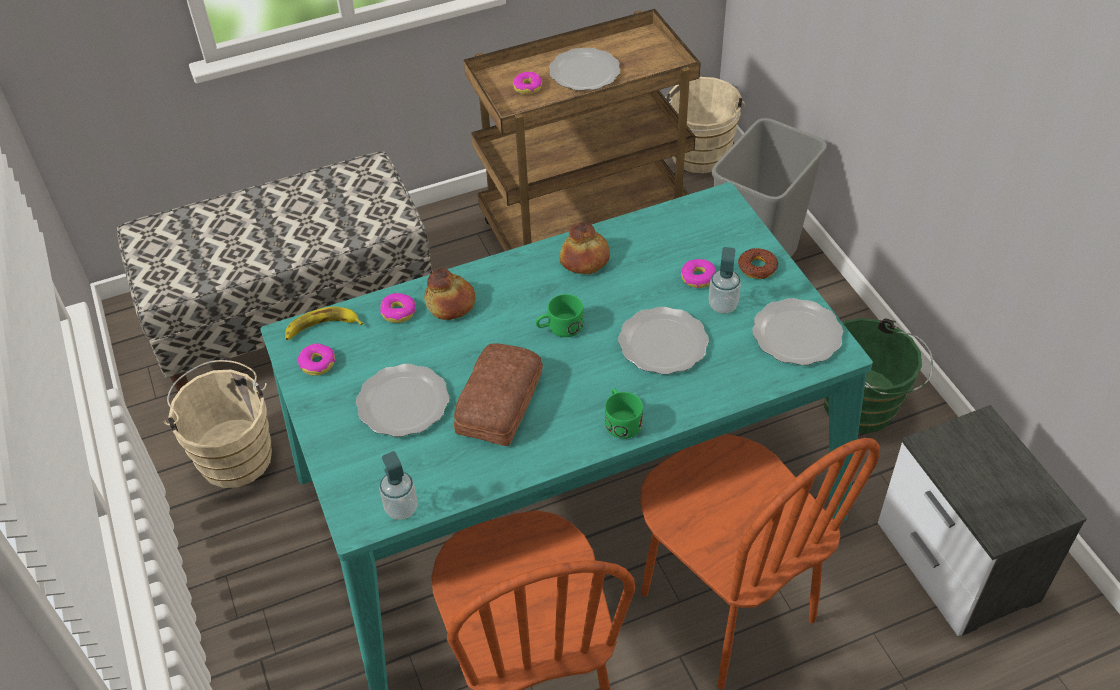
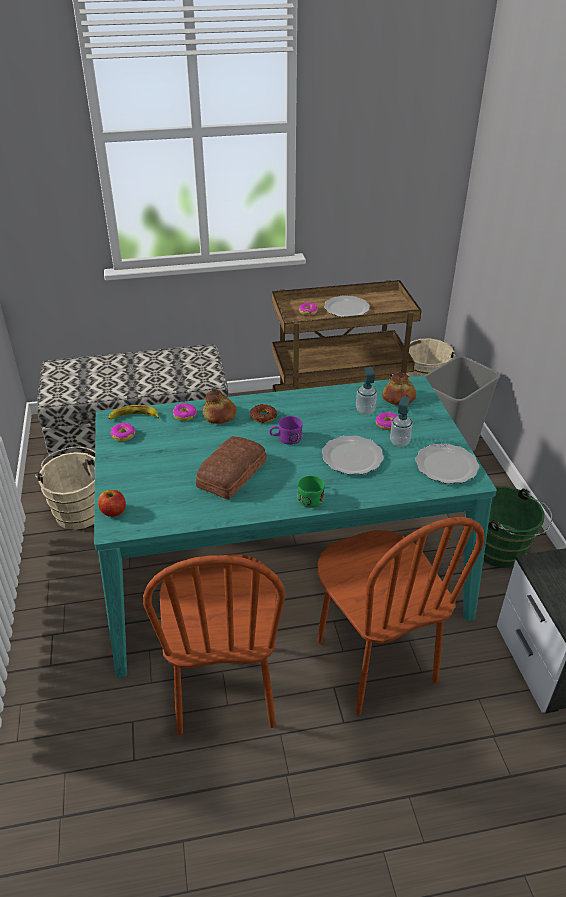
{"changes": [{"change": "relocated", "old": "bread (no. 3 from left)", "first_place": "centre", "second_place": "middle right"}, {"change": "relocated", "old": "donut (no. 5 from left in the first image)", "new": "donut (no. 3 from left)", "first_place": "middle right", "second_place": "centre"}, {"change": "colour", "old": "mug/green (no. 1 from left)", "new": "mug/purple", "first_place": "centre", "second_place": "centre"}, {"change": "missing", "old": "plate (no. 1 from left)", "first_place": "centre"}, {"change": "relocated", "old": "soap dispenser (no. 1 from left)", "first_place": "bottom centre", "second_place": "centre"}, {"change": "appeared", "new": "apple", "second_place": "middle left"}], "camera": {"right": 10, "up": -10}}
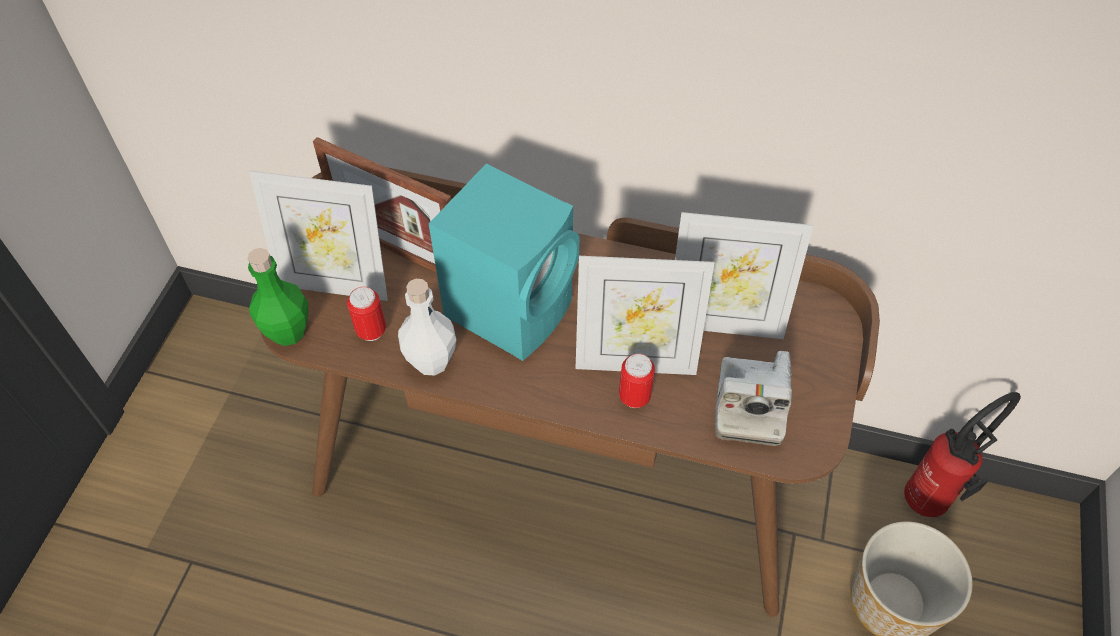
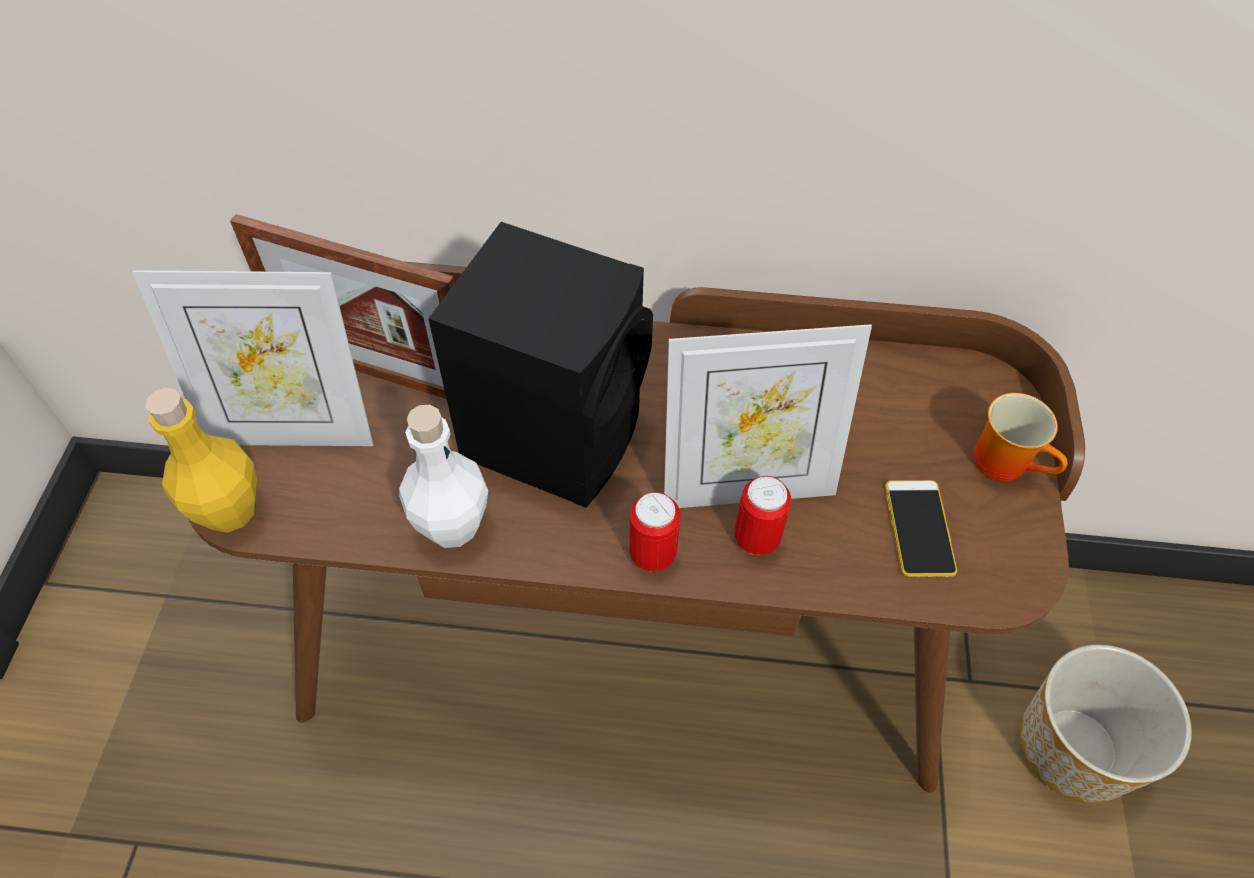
{"changes": [{"change": "colour", "old": "speaker/turquoise", "new": "speaker/black", "first_place": "centre", "second_place": "centre"}, {"change": "missing", "old": "picture frame (no. 4 from left)", "first_place": "centre"}, {"change": "colour", "old": "bottle/green", "new": "bottle/yellow", "first_place": "middle left", "second_place": "middle left"}, {"change": "relocated", "old": "can (no. 1 from left)", "first_place": "middle left", "second_place": "centre"}, {"change": "exchanged", "old": "photo camera", "new": "phone", "first_place": "middle right", "second_place": "middle right"}, {"change": "missing", "old": "fire extinguisher", "first_place": "bottom right"}, {"change": "appeared", "new": "mug", "second_place": "middle right"}], "camera": {"right": -10, "up": 0}}
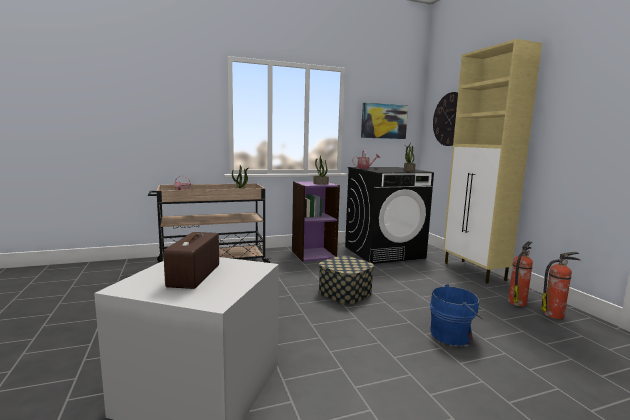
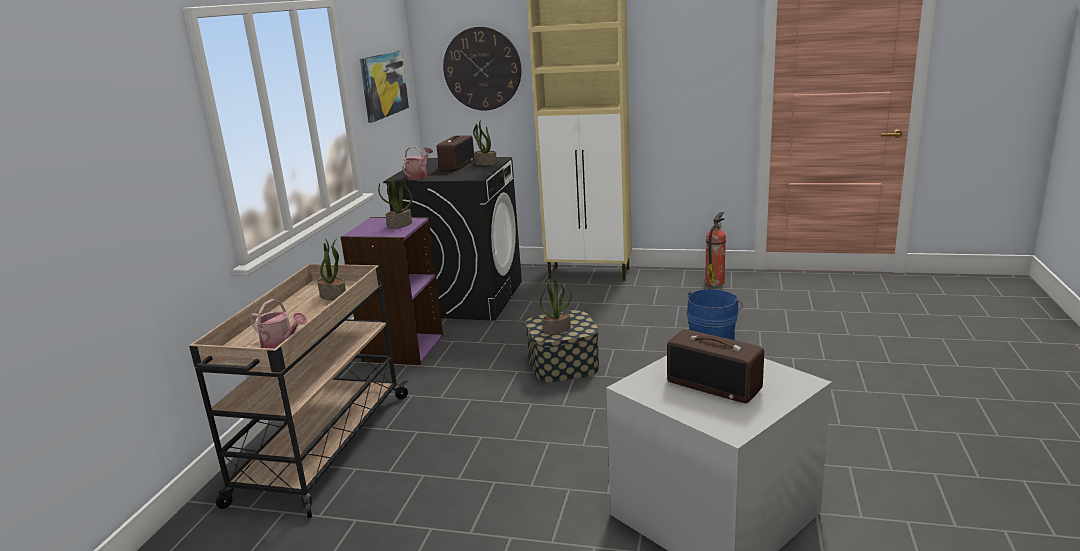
{"changes": [{"change": "missing", "old": "fire extinguisher (no. 1 from left)", "first_place": "middle right"}, {"change": "appeared", "new": "radio (no. 1 from left)", "second_place": "top centre"}, {"change": "appeared", "new": "potted plant (no. 4 from left)", "second_place": "centre"}], "camera": {"right": -55, "up": 10}}
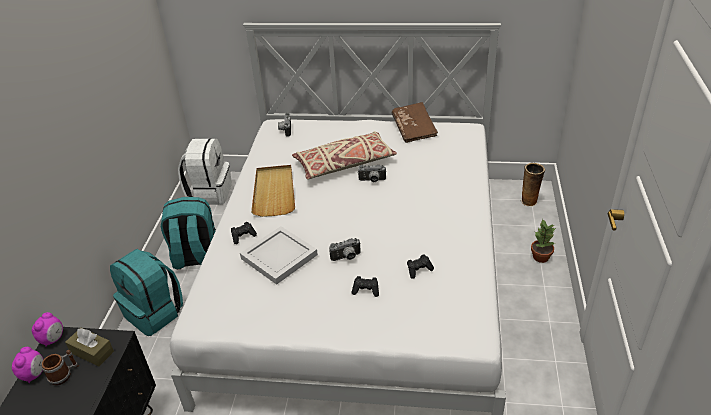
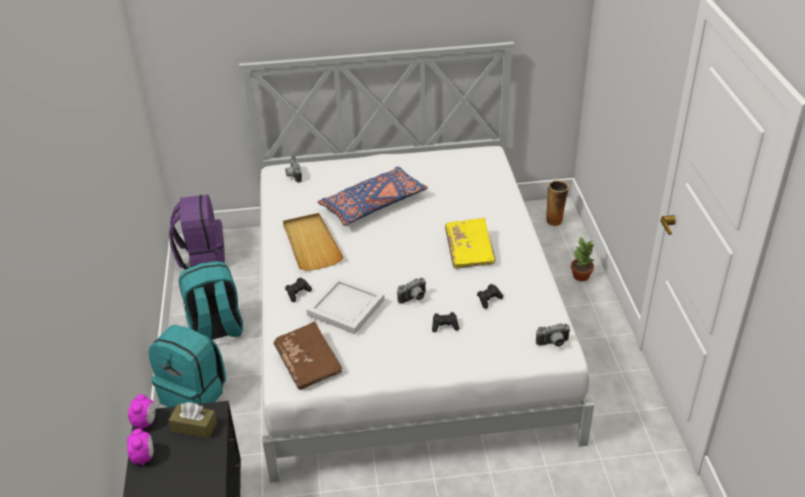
{"changes": [{"change": "relocated", "old": "book/brown", "first_place": "top centre", "second_place": "bottom centre"}, {"change": "colour", "old": "pillow/beige", "new": "pillow/blue", "first_place": "centre", "second_place": "centre"}, {"change": "colour", "old": "backpack/white", "new": "backpack/purple", "first_place": "middle left", "second_place": "middle left"}, {"change": "relocated", "old": "photo camera (no. 3 from left)", "first_place": "centre", "second_place": "bottom right"}, {"change": "missing", "old": "mug", "first_place": "bottom left"}, {"change": "appeared", "new": "book/yellow", "second_place": "centre"}], "camera": {"right": -15, "up": 0}}
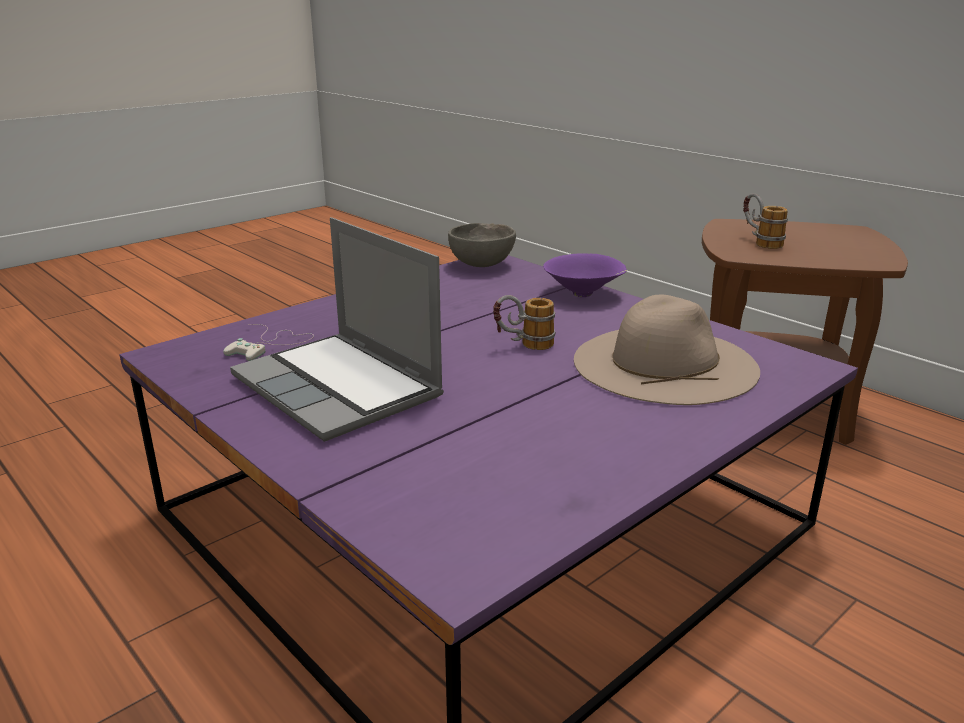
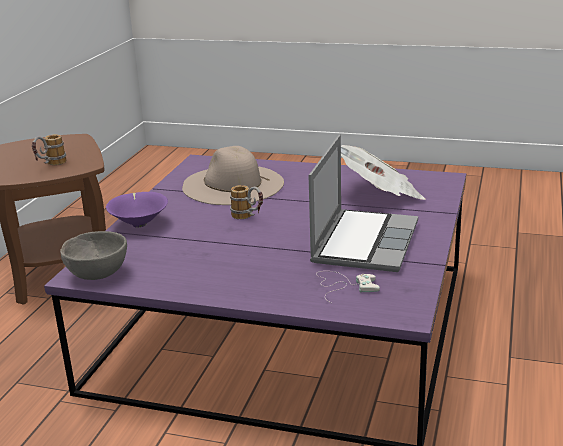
{"changes": [{"change": "appeared", "new": "newspaper", "second_place": "middle right"}], "camera": {"right": -120, "up": 0}}
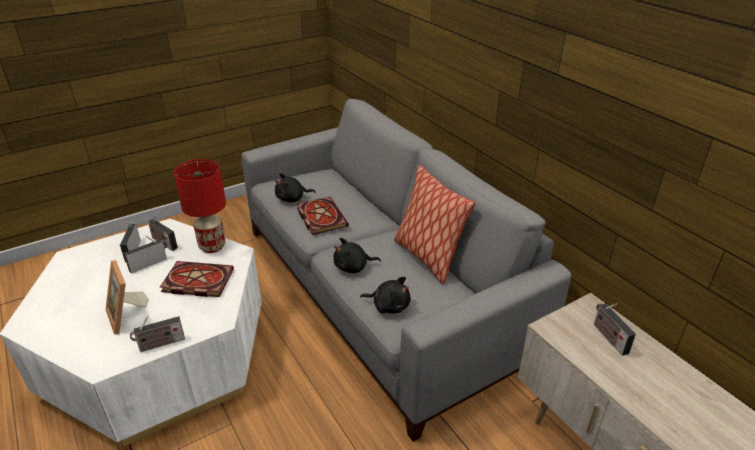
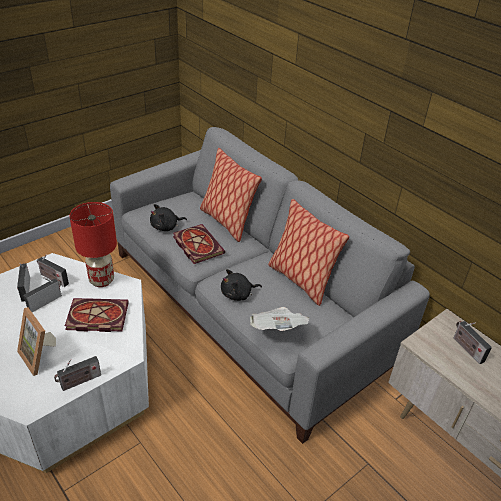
{"changes": [{"change": "exchanged", "old": "plush toy/black (no. 3 from left)", "new": "newspaper", "first_place": "centre", "second_place": "centre"}, {"change": "appeared", "new": "pillow (no. 1 from left)", "second_place": "centre"}], "camera": {"right": -10, "up": 5}}
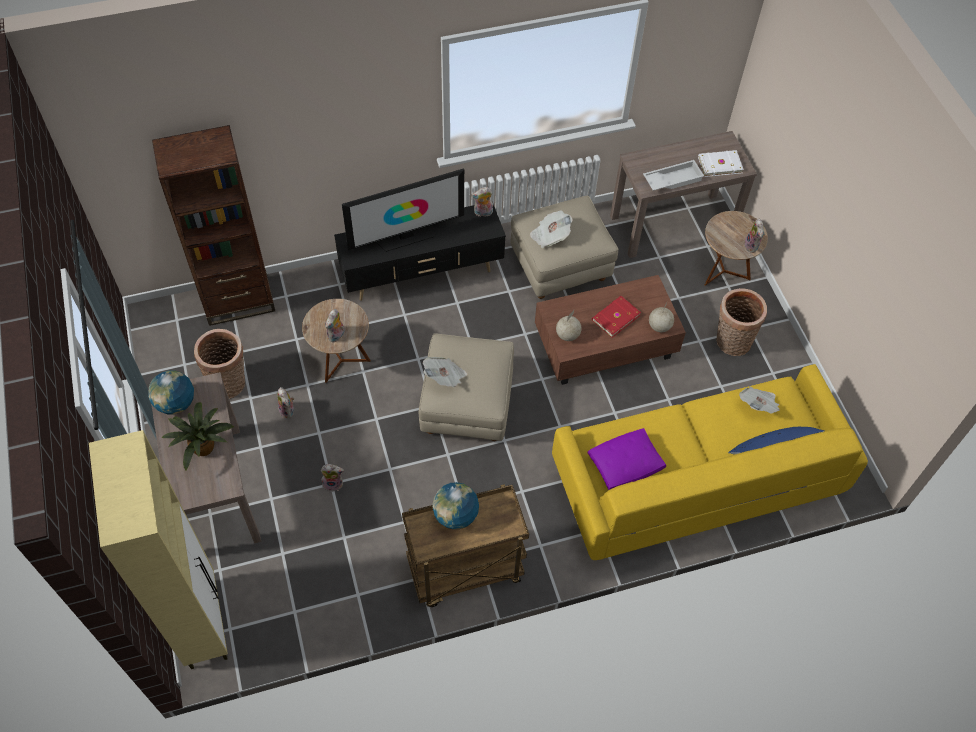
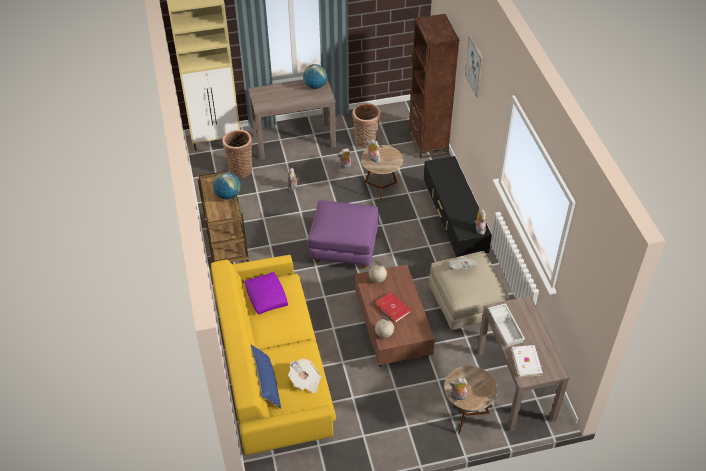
{"changes": [{"change": "missing", "old": "television", "first_place": "top centre"}, {"change": "relocated", "old": "basket (no. 2 from left in the first image)", "new": "basket (no. 1 from left)", "first_place": "middle right", "second_place": "top centre"}, {"change": "colour", "old": "ottoman/beige (no. 1 from left)", "new": "ottoman/purple", "first_place": "centre", "second_place": "centre"}, {"change": "missing", "old": "newspaper (no. 1 from left)", "first_place": "centre"}, {"change": "missing", "old": "potted plant", "first_place": "middle left"}, {"change": "appeared", "new": "picture", "second_place": "top right"}], "camera": {"right": 95, "up": -10}}
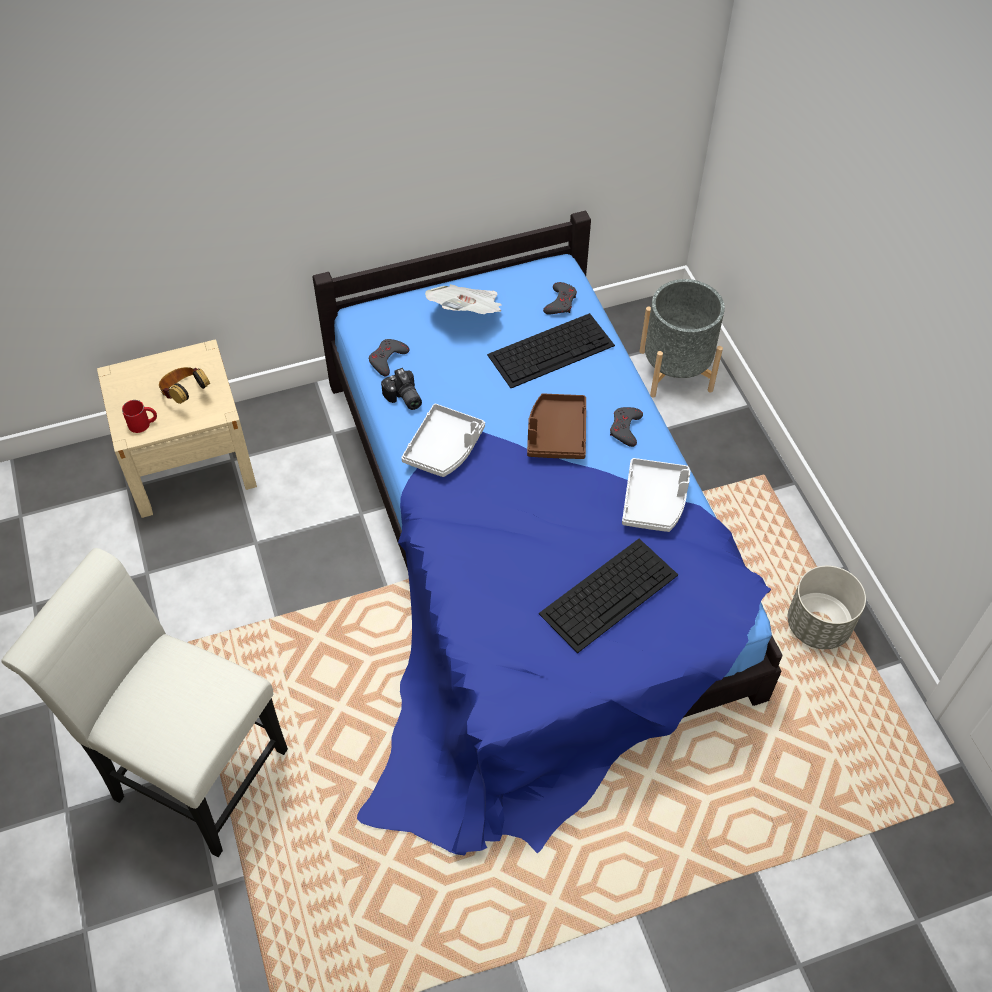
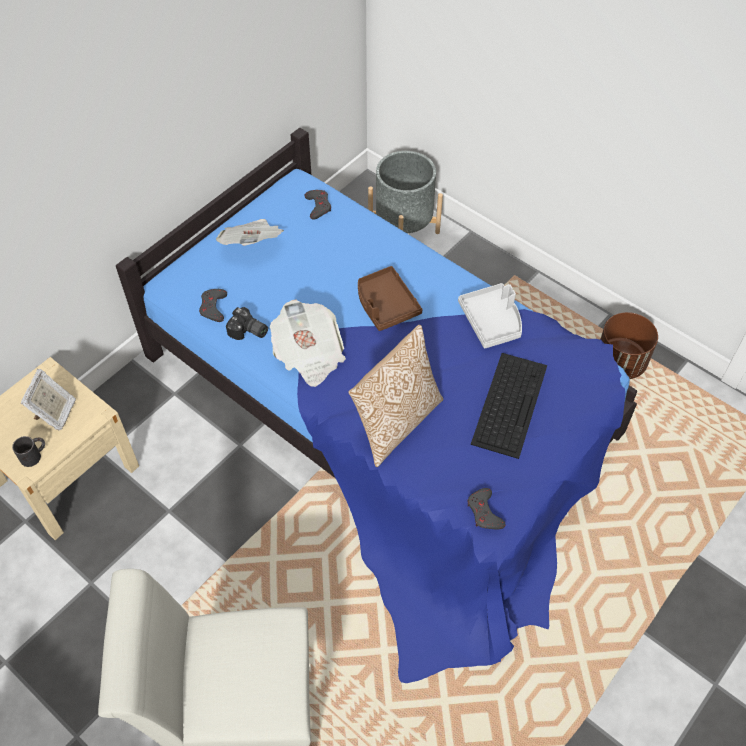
{"changes": [{"change": "missing", "old": "keyboard (no. 1 from left)", "first_place": "centre"}, {"change": "exchanged", "old": "headphones", "new": "picture frame", "first_place": "middle left", "second_place": "middle left"}, {"change": "colour", "old": "mug/red", "new": "mug/black", "first_place": "middle left", "second_place": "middle left"}, {"change": "exchanged", "old": "tray/grey (no. 1 from left)", "new": "newspaper (no. 2 from left)", "first_place": "centre", "second_place": "centre"}, {"change": "relocated", "old": "game controller/grey (no. 3 from left)", "first_place": "centre", "second_place": "bottom centre"}, {"change": "colour", "old": "planter/grey (no. 2 from left)", "new": "planter/brown", "first_place": "middle right", "second_place": "middle right"}, {"change": "appeared", "new": "pillow", "second_place": "centre"}], "camera": {"right": -30, "up": 0}}
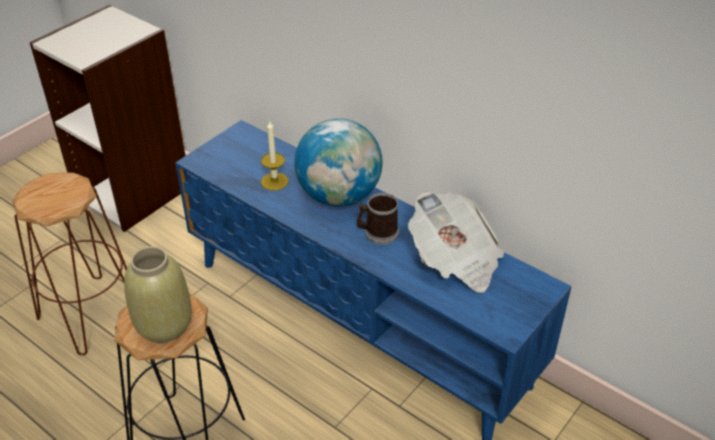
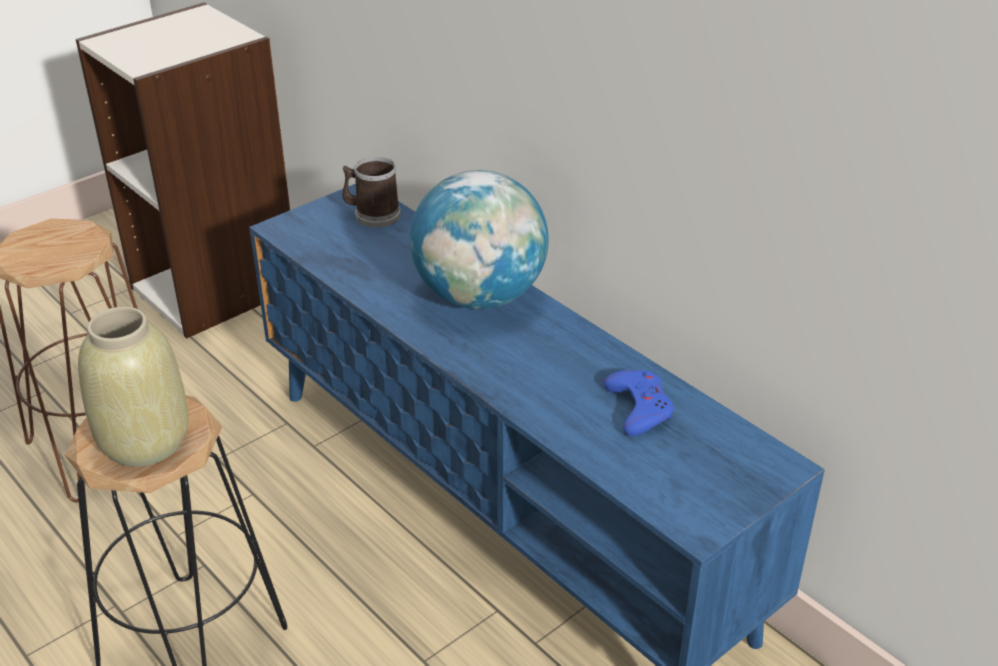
{"changes": [{"change": "missing", "old": "candle", "first_place": "centre"}, {"change": "exchanged", "old": "newspaper", "new": "game controller/blue", "first_place": "centre", "second_place": "centre"}, {"change": "relocated", "old": "mug", "first_place": "centre", "second_place": "top centre"}], "camera": {"right": 10, "up": -5}}
